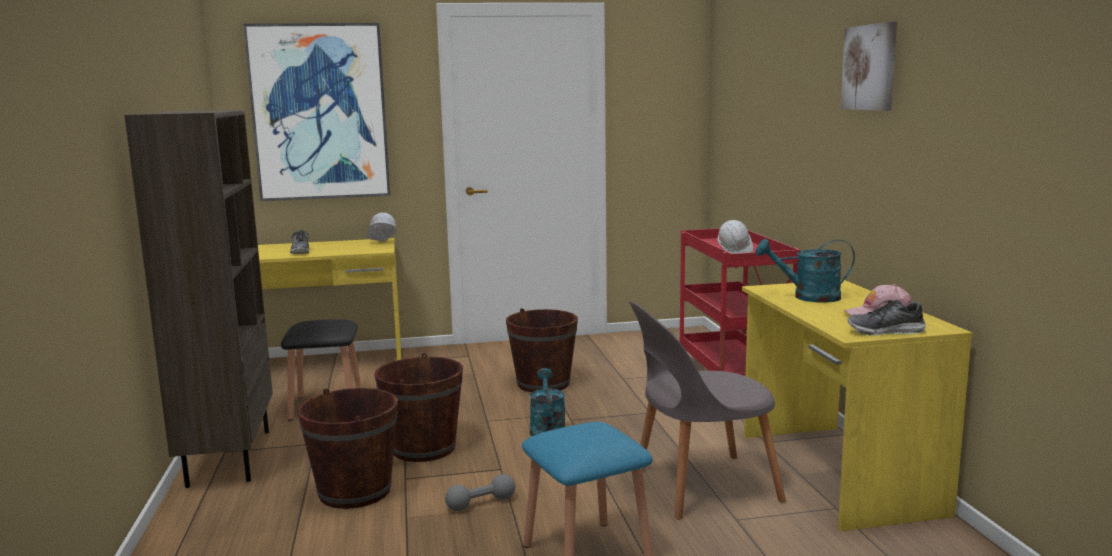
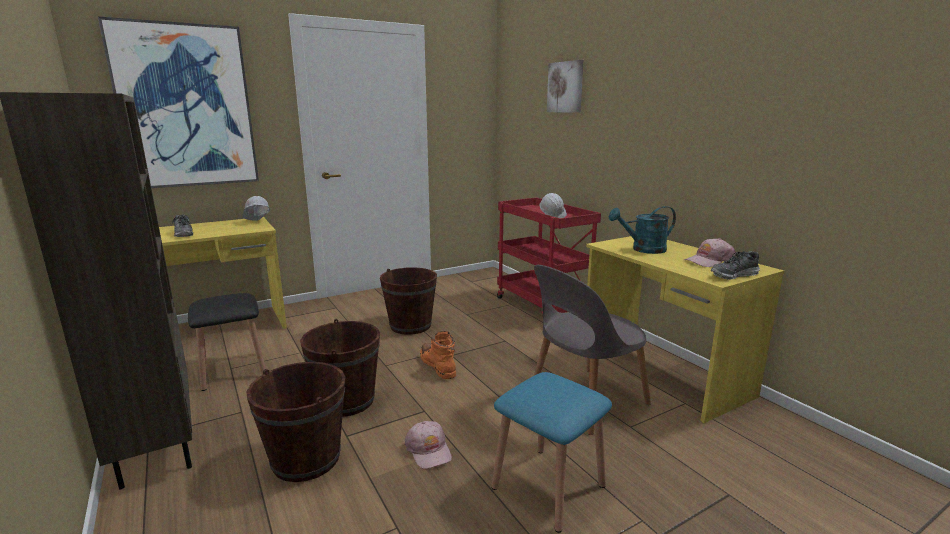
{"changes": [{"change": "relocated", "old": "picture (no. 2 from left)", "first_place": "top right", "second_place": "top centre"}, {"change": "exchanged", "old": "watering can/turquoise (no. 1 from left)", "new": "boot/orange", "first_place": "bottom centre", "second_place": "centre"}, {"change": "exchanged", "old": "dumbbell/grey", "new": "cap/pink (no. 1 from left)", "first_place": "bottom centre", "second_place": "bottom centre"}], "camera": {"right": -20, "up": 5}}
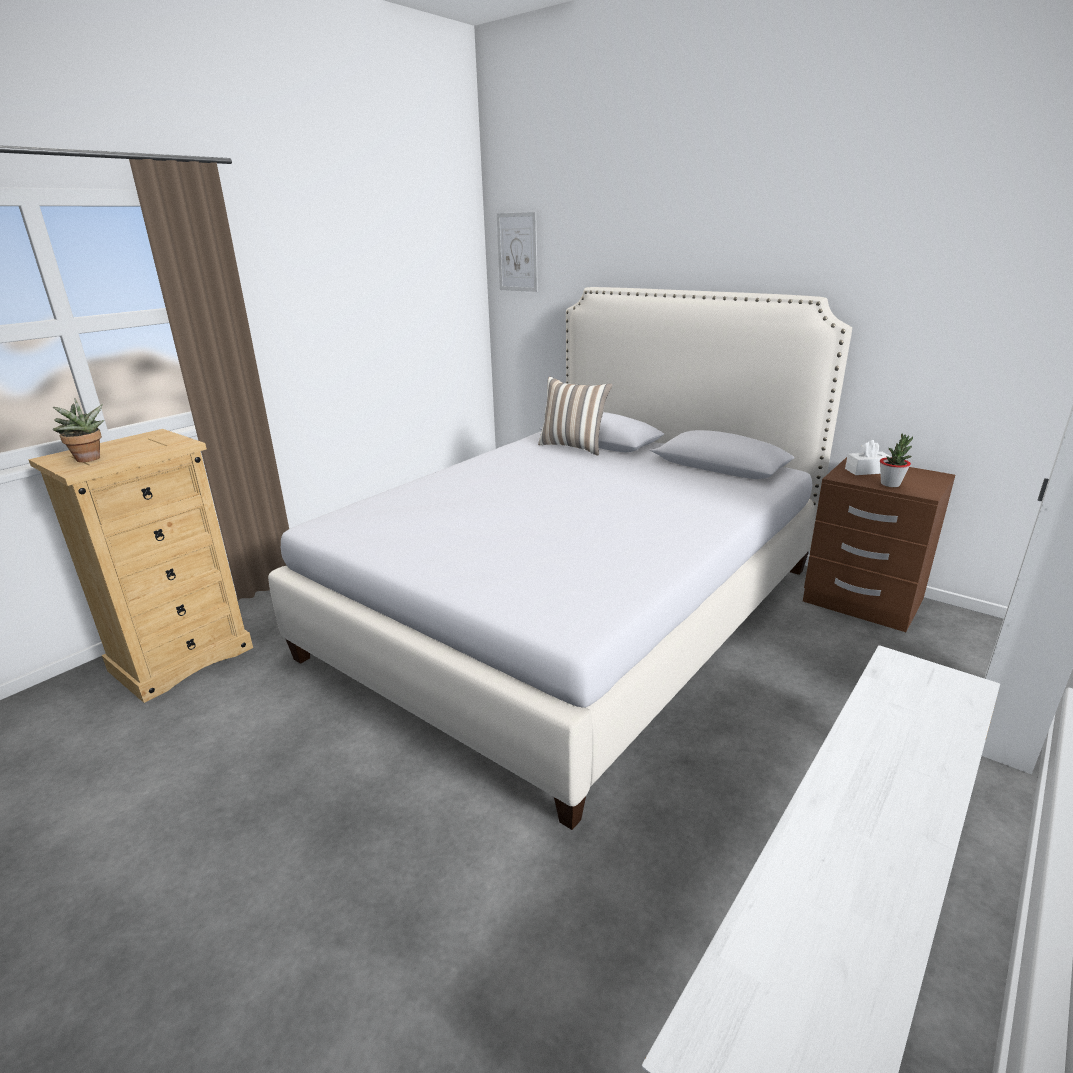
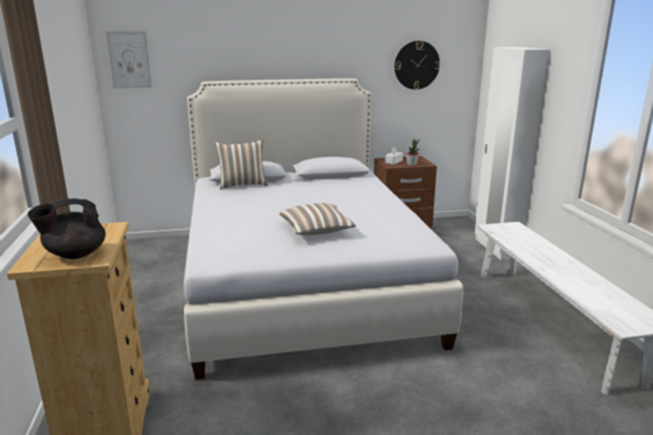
{"changes": [{"change": "exchanged", "old": "potted plant (no. 1 from left)", "new": "teapot/black", "first_place": "middle left", "second_place": "middle left"}, {"change": "appeared", "new": "wall clock", "second_place": "top centre"}, {"change": "appeared", "new": "pillow (no. 2 from left)", "second_place": "centre"}], "camera": {"right": -50, "up": -5}}
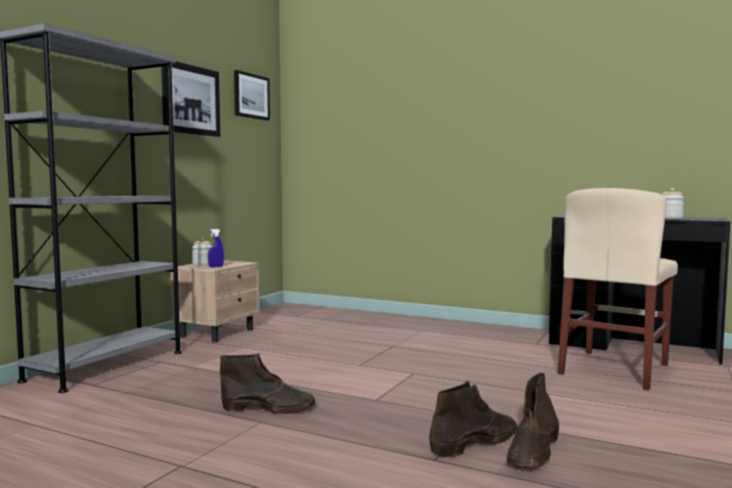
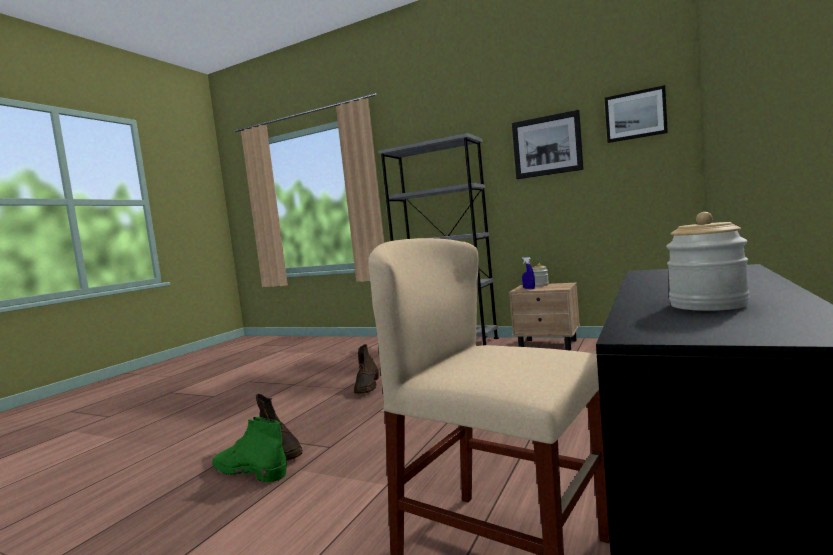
{"changes": [{"change": "colour", "old": "boot/brown (no. 3 from left)", "new": "boot/green", "first_place": "bottom right", "second_place": "bottom left"}], "camera": {"right": 90, "up": 0}}
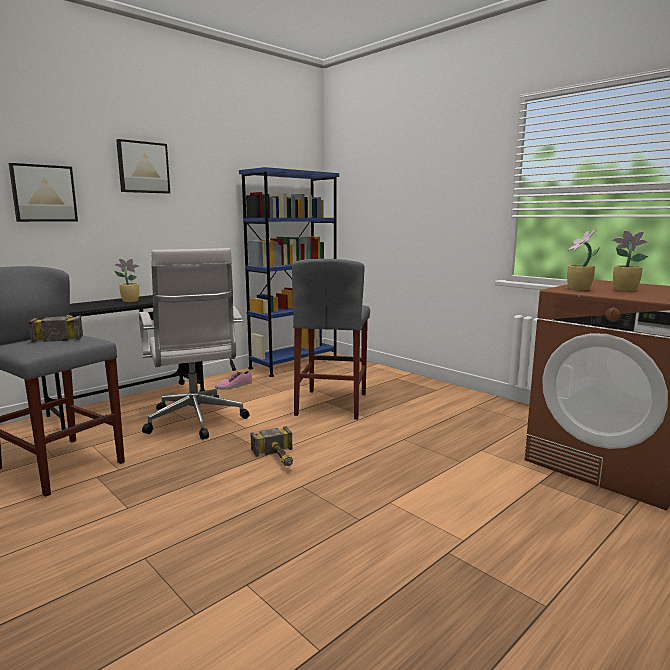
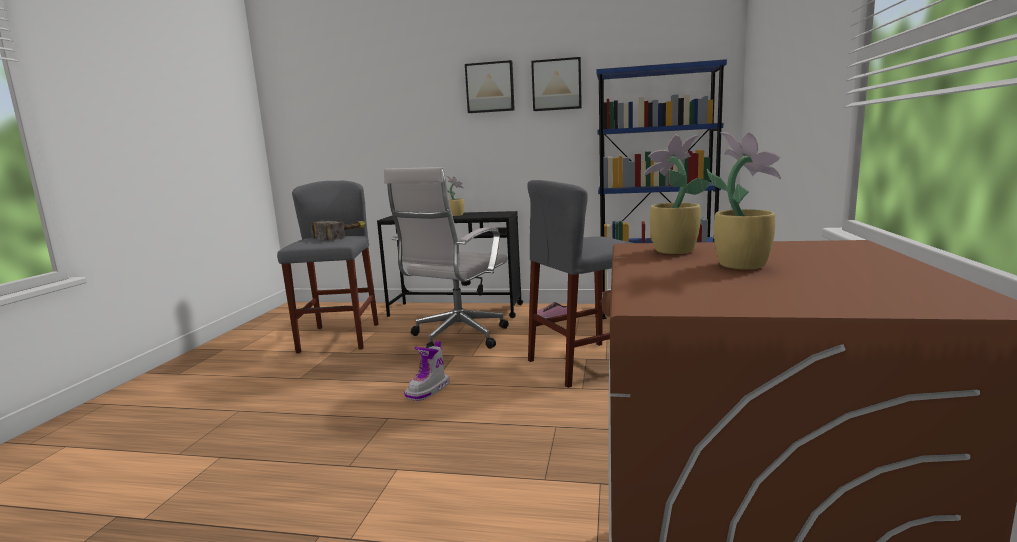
{"changes": [{"change": "relocated", "old": "picture (no. 1 from left in the first image)", "new": "picture (no. 2 from left)", "first_place": "top left", "second_place": "top centre"}, {"change": "exchanged", "old": "hammer (no. 2 from left)", "new": "boot", "first_place": "centre", "second_place": "bottom centre"}], "camera": {"right": 55, "up": 0}}
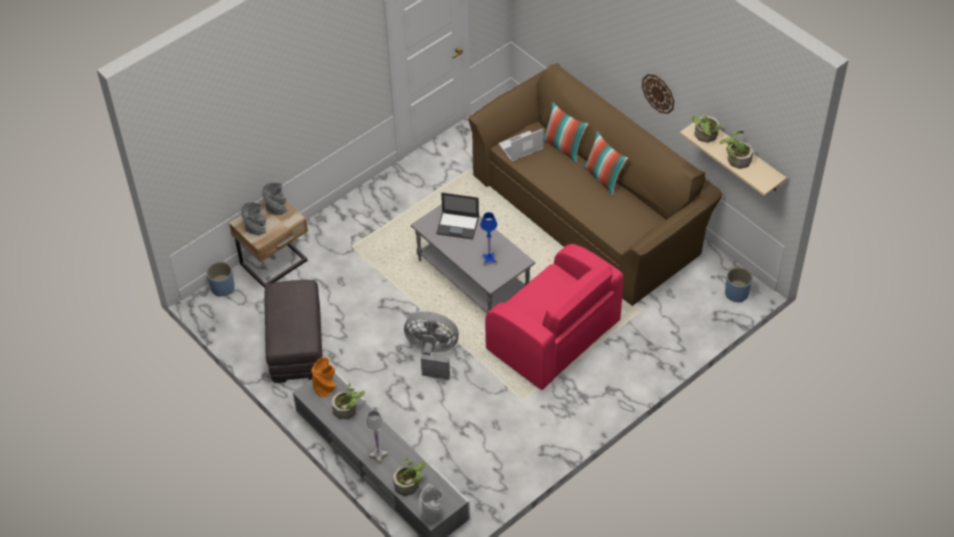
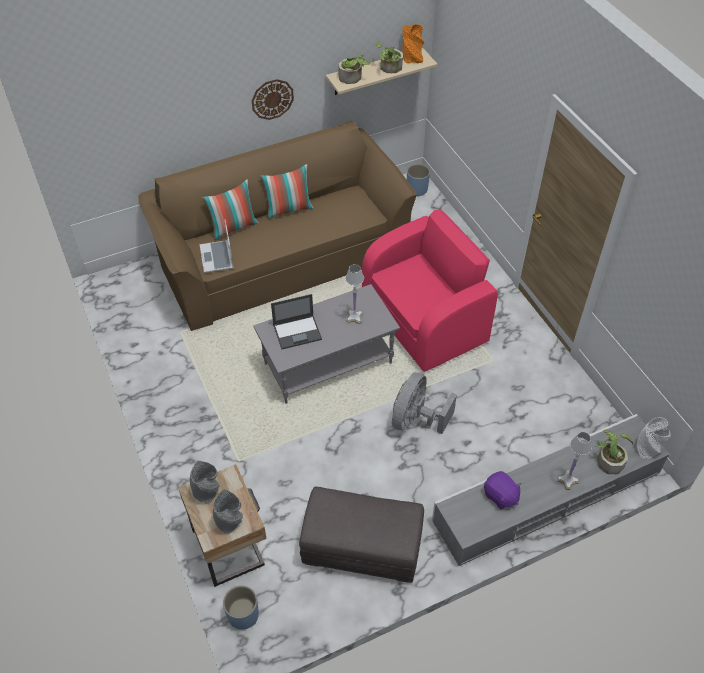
{"changes": [{"change": "spun", "old": "laptop (no. 1 from left in the first image)", "first_place": "centre", "second_place": "centre", "degrees": 45}, {"change": "colour", "old": "table lamp/blue", "new": "table lamp/white (no. 1 from left)", "first_place": "centre", "second_place": "centre"}, {"change": "relocated", "old": "vase/orange", "first_place": "bottom centre", "second_place": "top centre"}, {"change": "exchanged", "old": "potted plant (no. 1 from left)", "new": "plush toy/purple", "first_place": "bottom centre", "second_place": "bottom right"}], "camera": {"right": -75, "up": 0}}
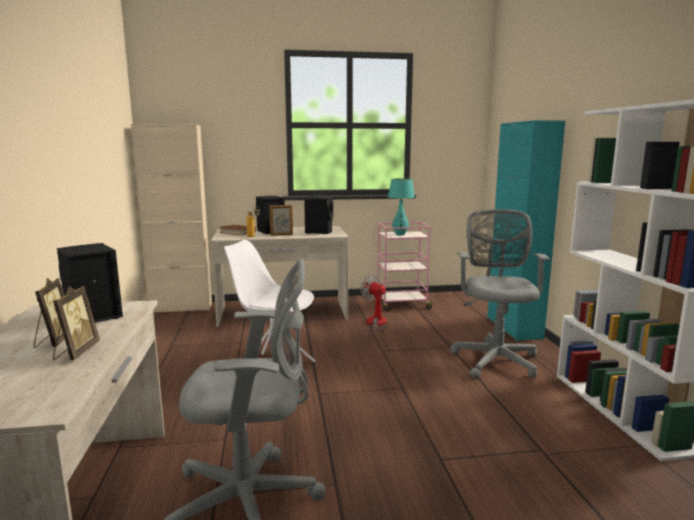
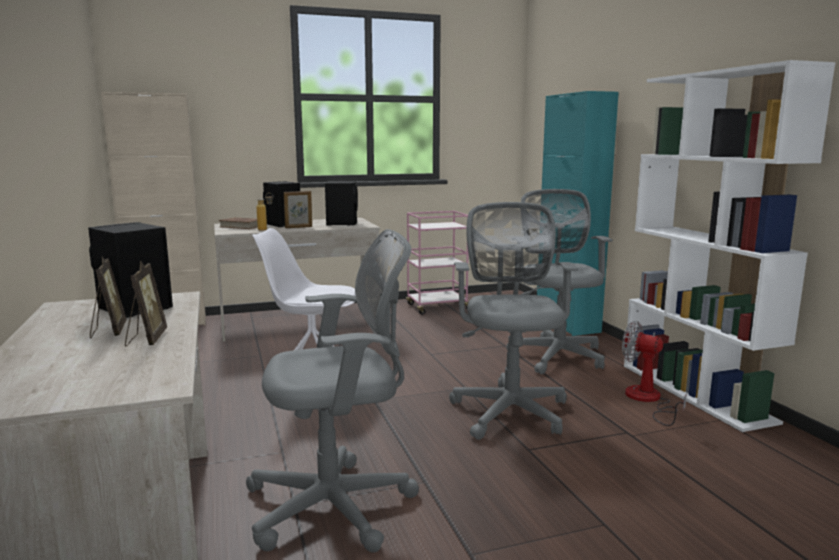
{"changes": [{"change": "missing", "old": "table lamp/turquoise", "first_place": "centre"}, {"change": "relocated", "old": "fan", "first_place": "centre", "second_place": "middle right"}, {"change": "appeared", "new": "office chair/grey (no. 2 from left)", "second_place": "centre"}], "camera": {"right": -10, "up": 0}}
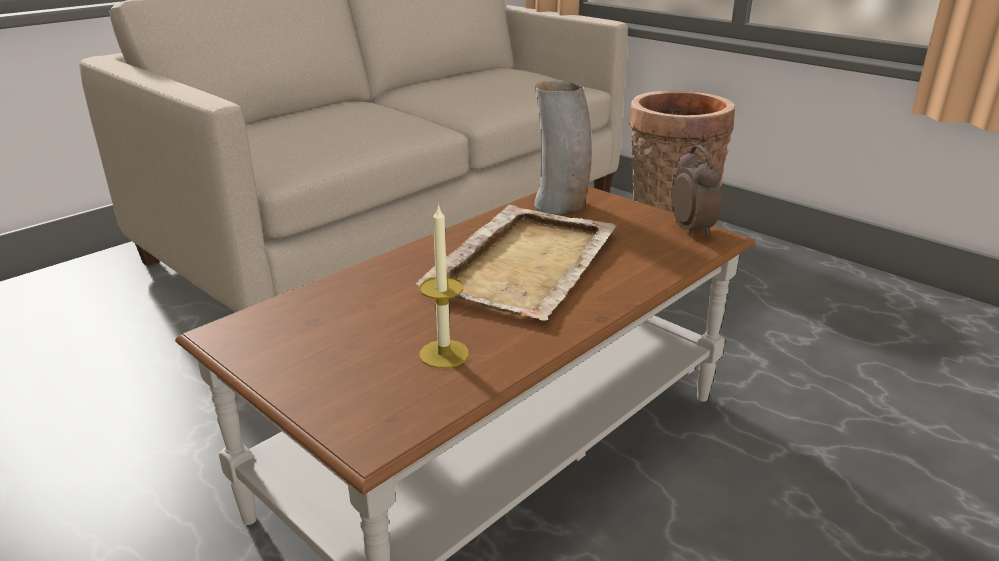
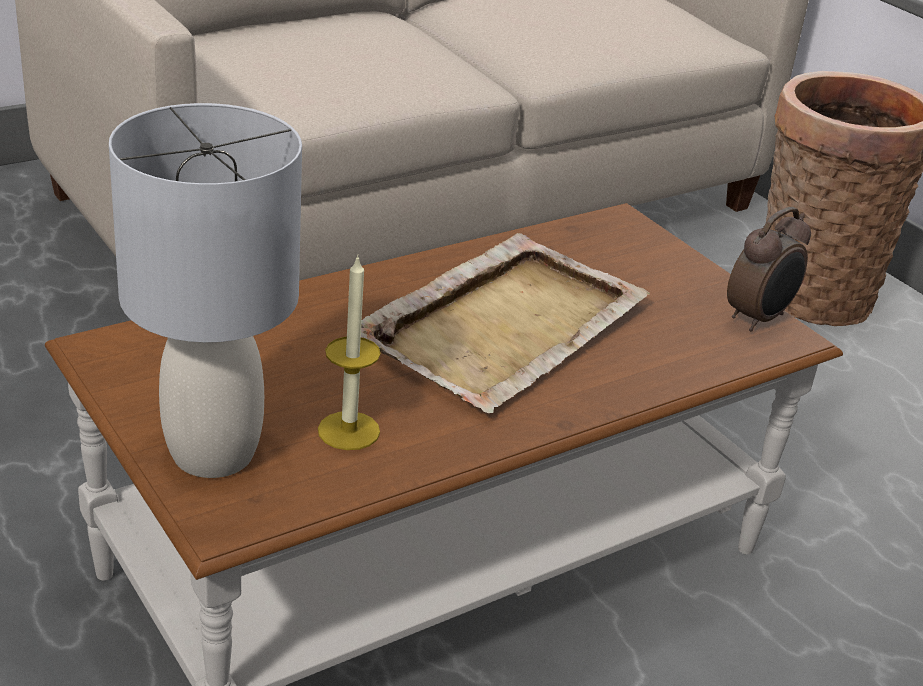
{"changes": [{"change": "missing", "old": "vase", "first_place": "top centre"}, {"change": "spun", "old": "alarm clock", "first_place": "middle right", "second_place": "middle right", "degrees": 45}, {"change": "appeared", "new": "table lamp/grey", "second_place": "middle left"}], "camera": {"right": 10, "up": 5}}
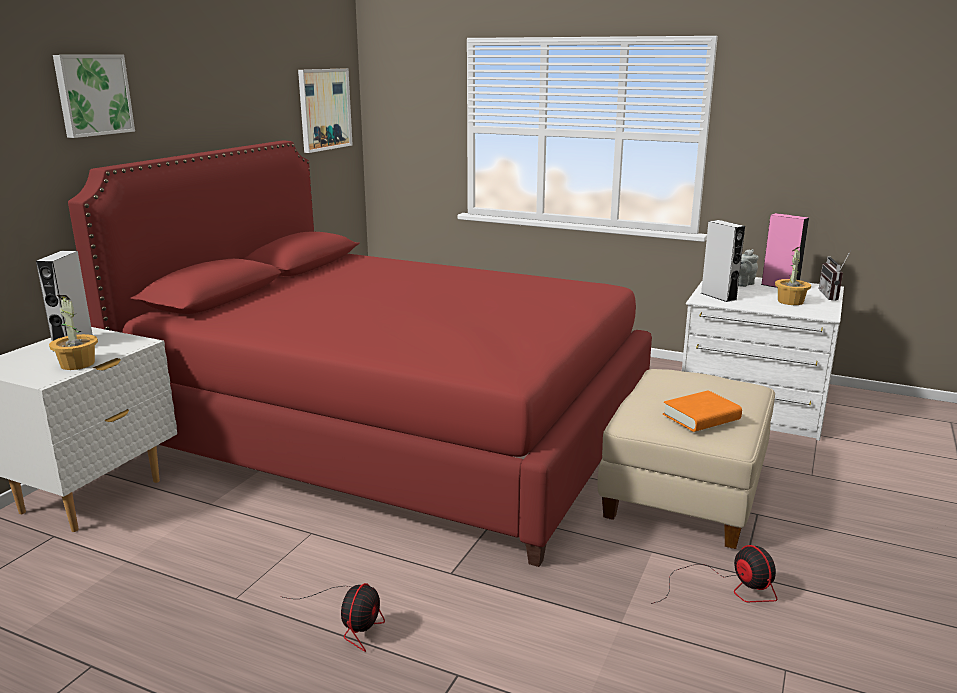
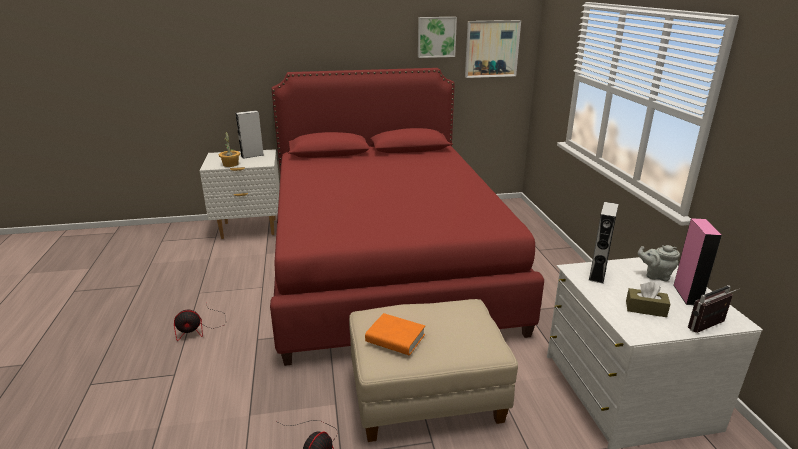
{"changes": [{"change": "relocated", "old": "picture (no. 1 from left)", "first_place": "top left", "second_place": "top centre"}, {"change": "exchanged", "old": "potted plant (no. 2 from left)", "new": "tissue box/brown", "first_place": "middle right", "second_place": "middle right"}], "camera": {"right": 55, "up": 5}}
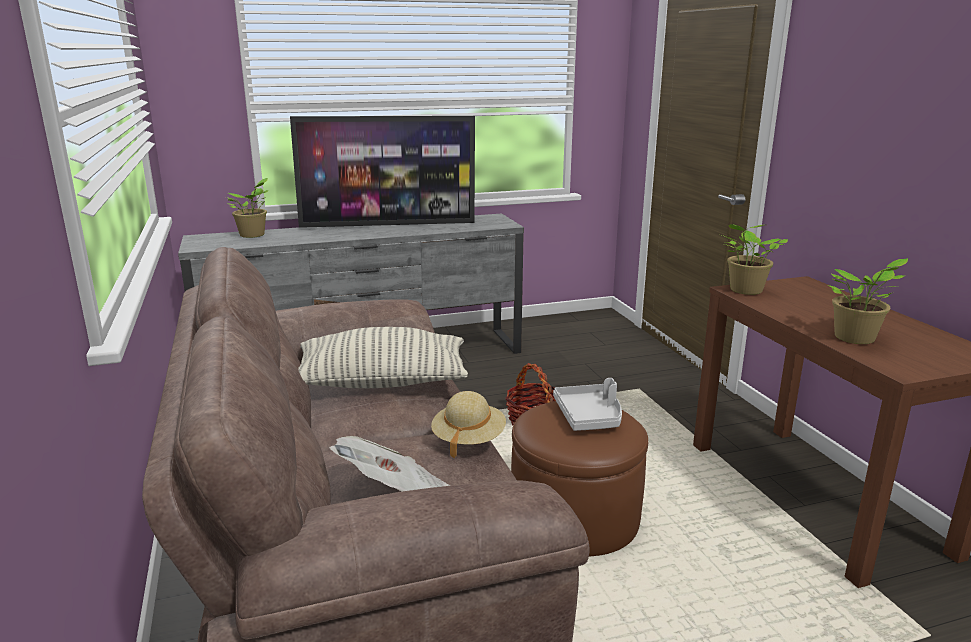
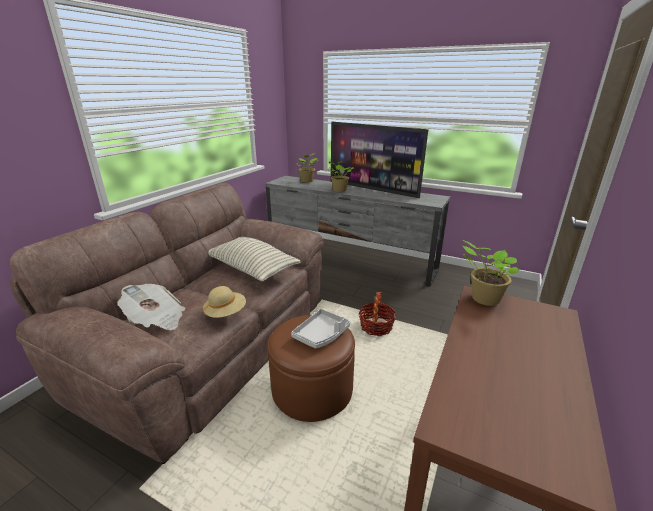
{"changes": [{"change": "relocated", "old": "potted plant (no. 3 from left in the first image)", "new": "potted plant (no. 2 from left)", "first_place": "middle right", "second_place": "centre"}], "camera": {"right": 45, "up": 5}}
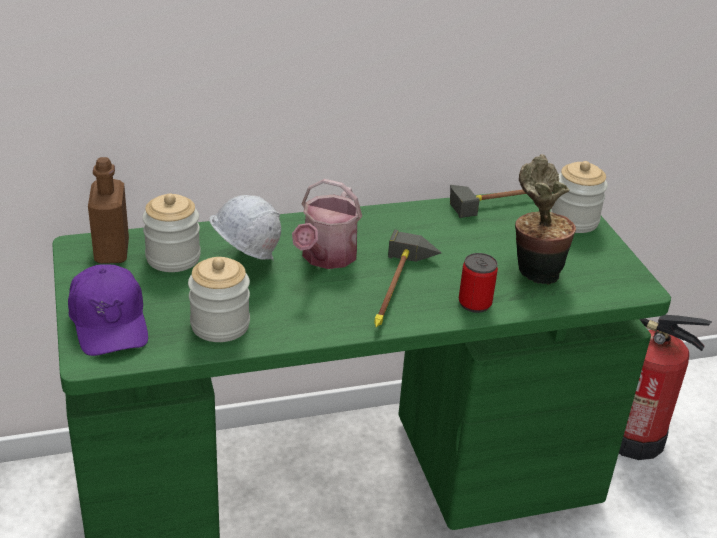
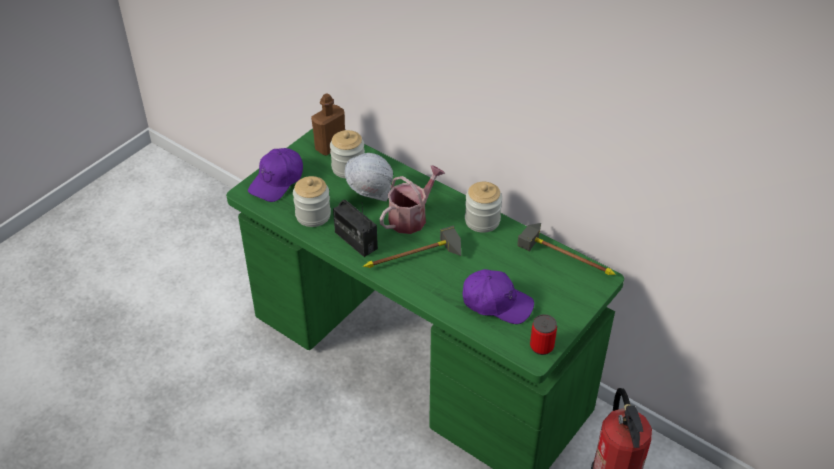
{"changes": [{"change": "exchanged", "old": "potted plant", "new": "cap/purple (no. 2 from left)", "first_place": "middle right", "second_place": "centre"}, {"change": "relocated", "old": "jar (no. 3 from left)", "first_place": "middle right", "second_place": "centre"}, {"change": "spun", "old": "watering can", "first_place": "centre", "second_place": "centre", "degrees": 150}, {"change": "relocated", "old": "can", "first_place": "middle right", "second_place": "bottom centre"}, {"change": "appeared", "new": "radio", "second_place": "centre"}], "camera": {"right": 55, "up": 10}}
